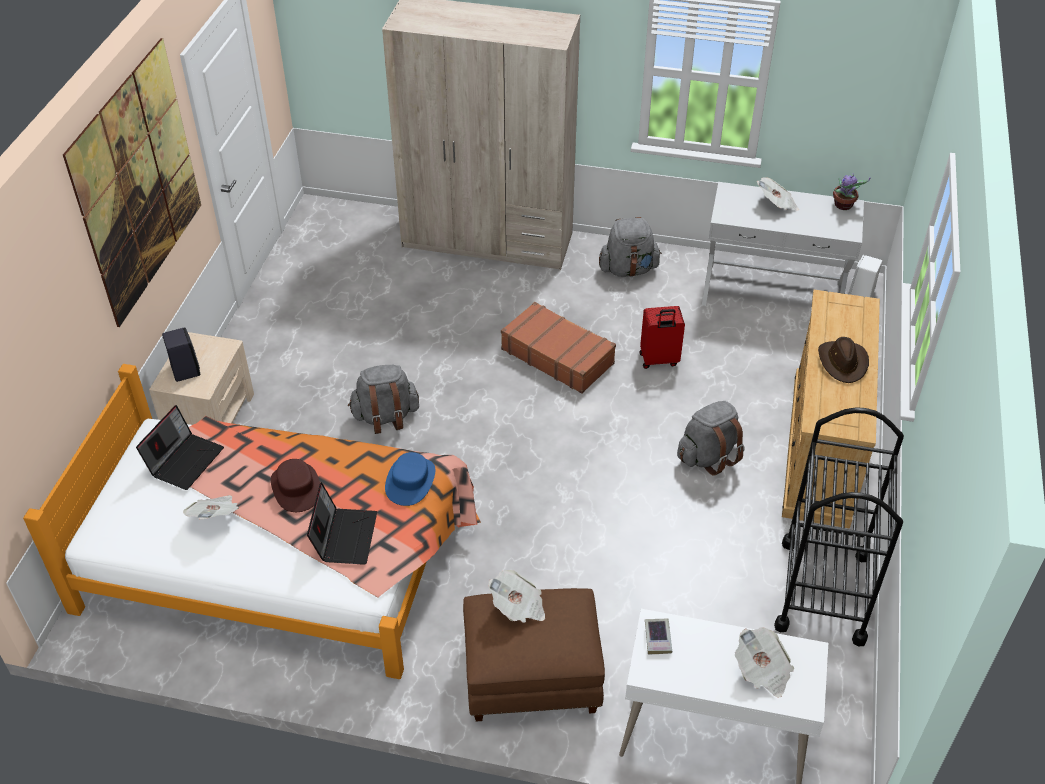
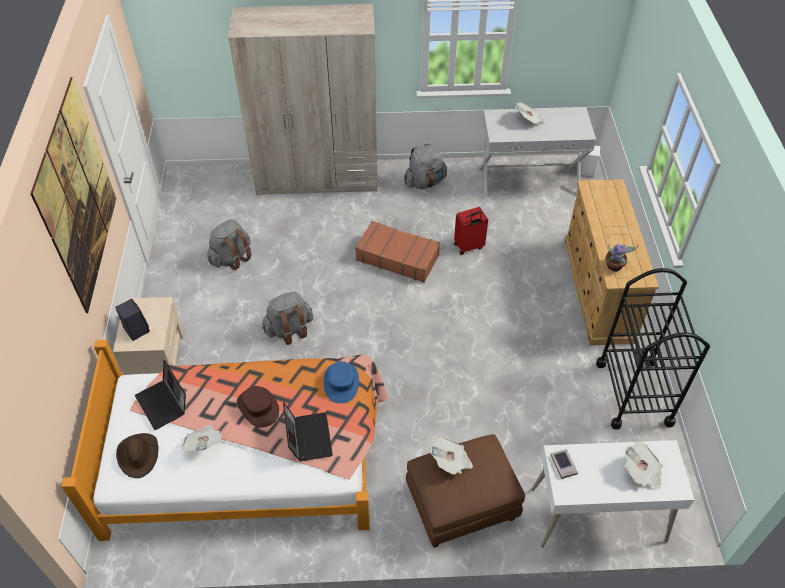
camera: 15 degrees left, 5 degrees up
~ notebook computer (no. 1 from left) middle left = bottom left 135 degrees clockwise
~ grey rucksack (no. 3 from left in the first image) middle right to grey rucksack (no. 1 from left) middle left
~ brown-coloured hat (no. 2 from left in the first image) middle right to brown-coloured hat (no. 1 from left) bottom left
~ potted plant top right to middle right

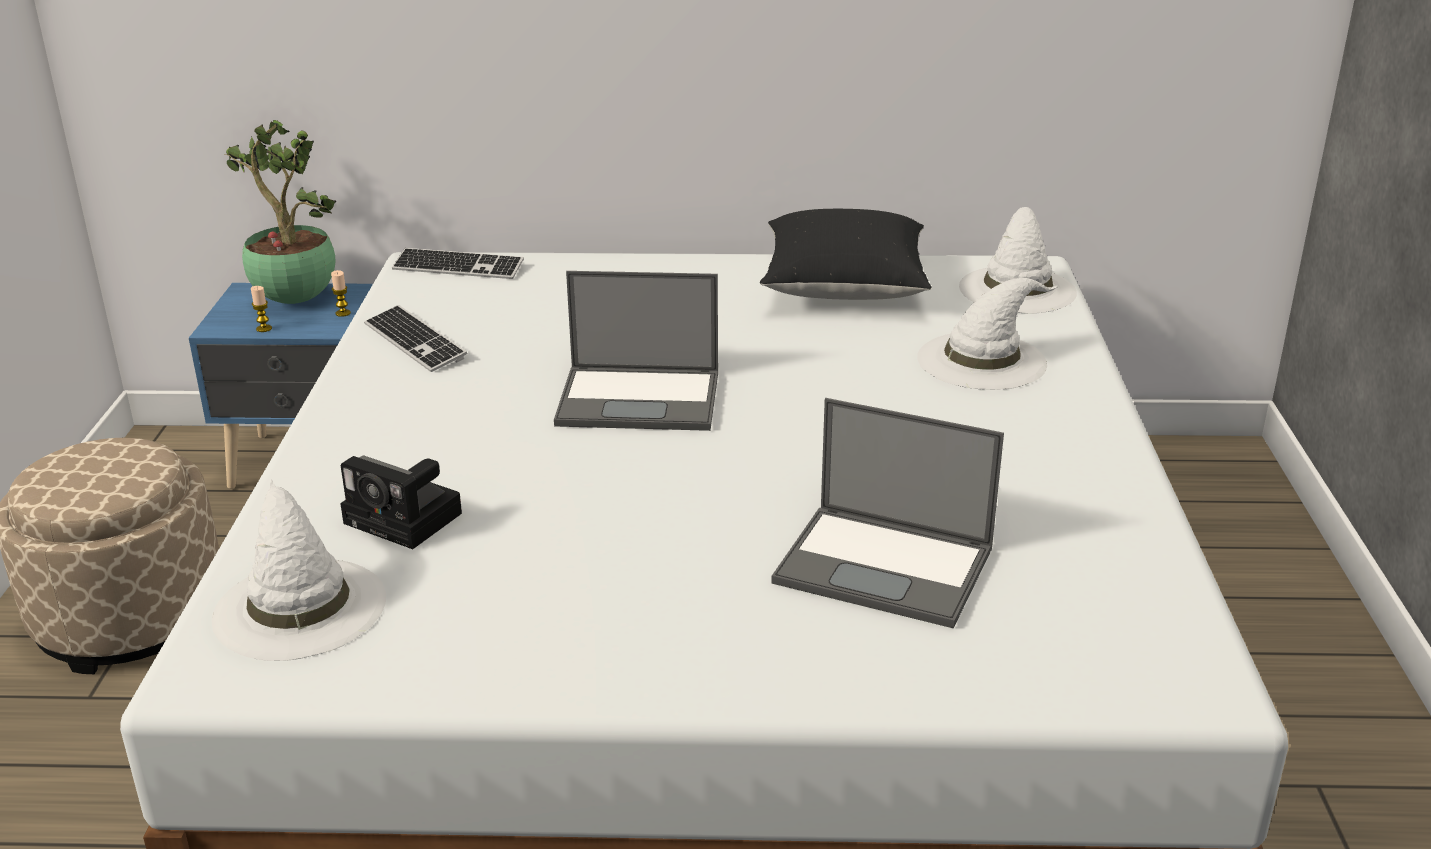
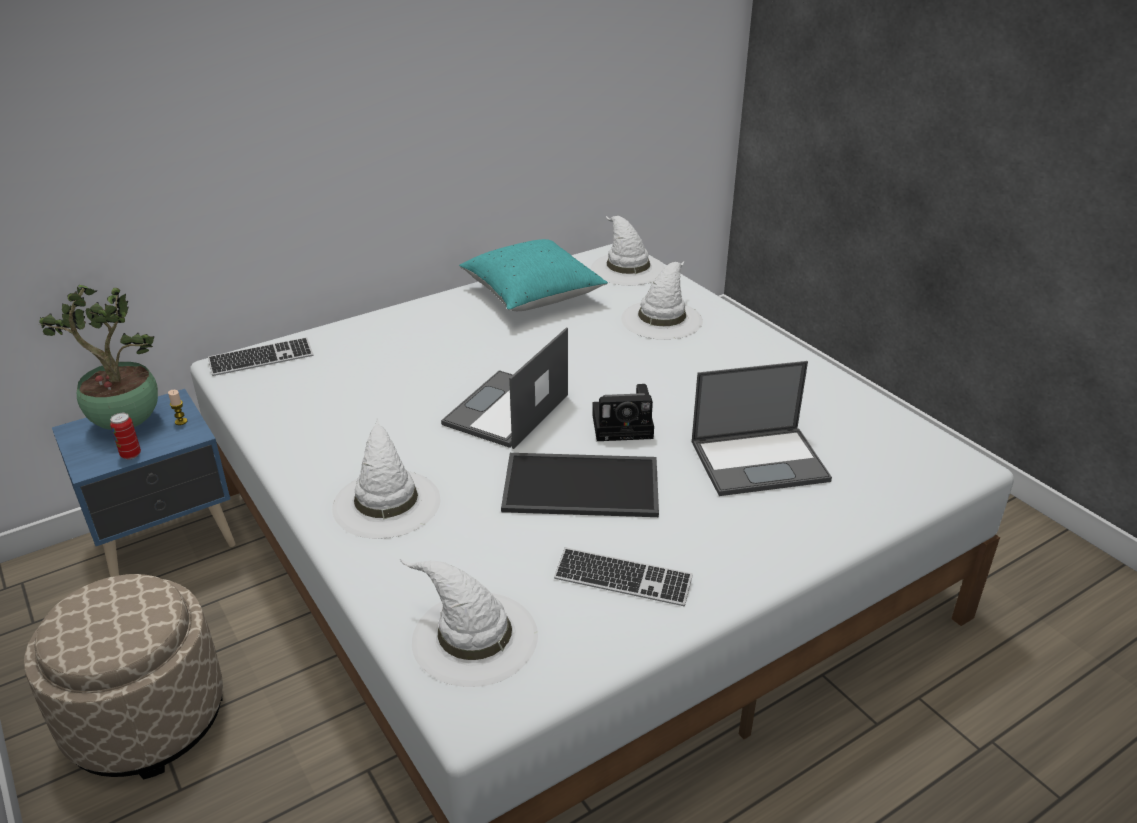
camera: 35 degrees left, 5 degrees up
~ wax candle (no. 1 from left) middle left to metal can middle left
~ still camera middle left to centre
~ PC keyboard (no. 1 from left in the first image) middle left to PC keyboard (no. 2 from left) bottom centre
~ notebook computer (no. 1 from left) centre = centre 150 degrees clockwise
~ black pillow top centre to blue-green pillow centre
+ white hat (no. 1 from left) centre
+ tray centre

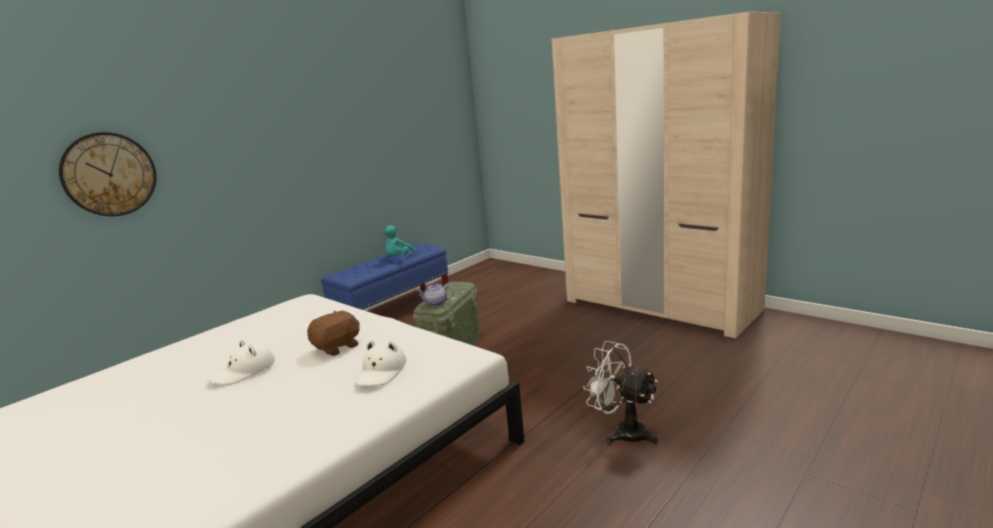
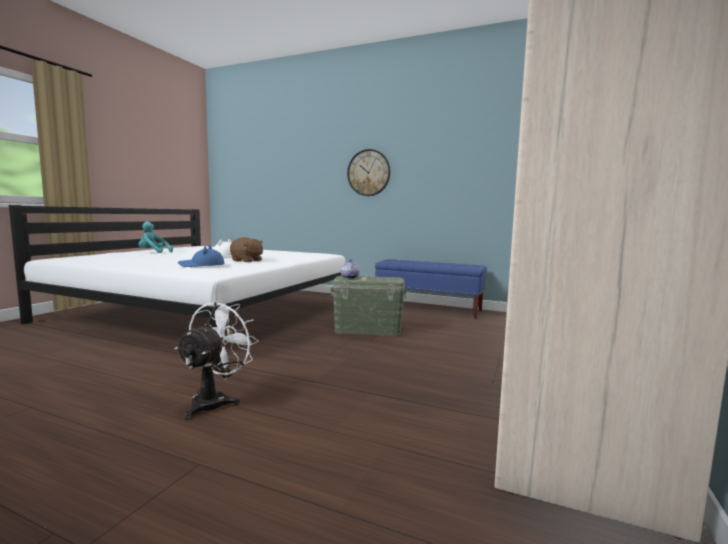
camera: 70 degrees right, 10 degrees down
~ hanging clock top left to top centre
~ white hat (no. 2 from left) bottom centre to blue-coloured hat middle left
~ blue-green plush toy centre to middle left

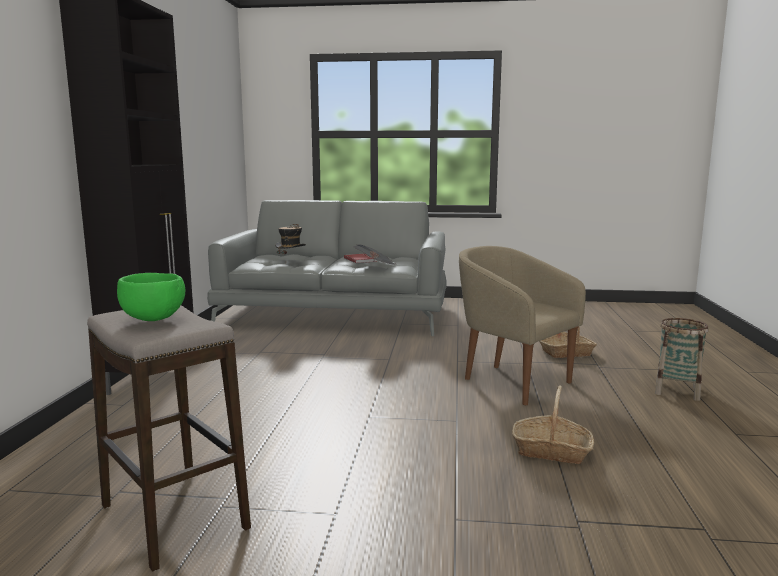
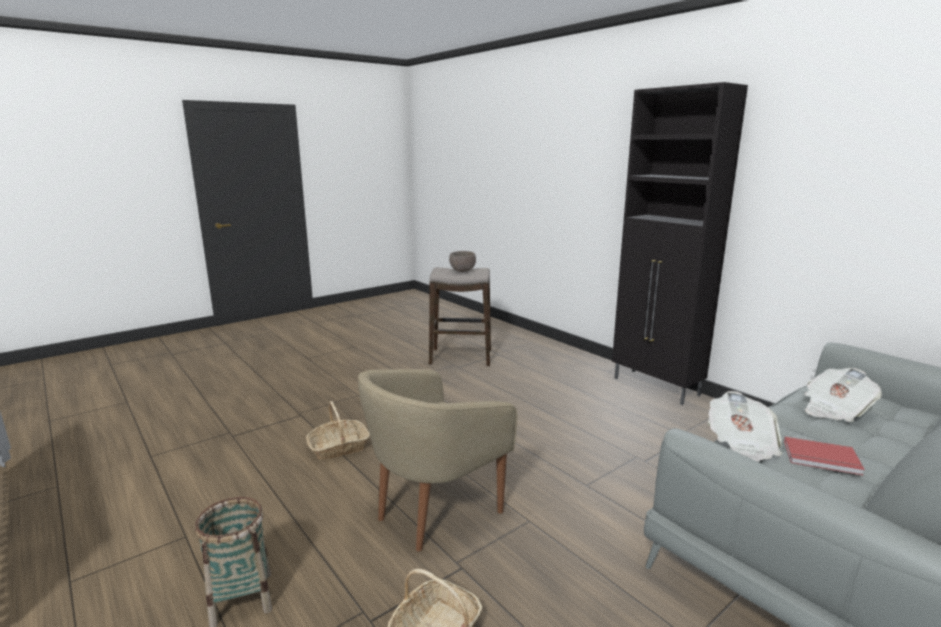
camera: 135 degrees right, 5 degrees up
~ greenish deep dish middle left to brown-coloured deep dish centre
~ hat centre to printed paper (no. 2 from left) middle right
~ beige easy chair middle right = bottom centre 135 degrees clockwise

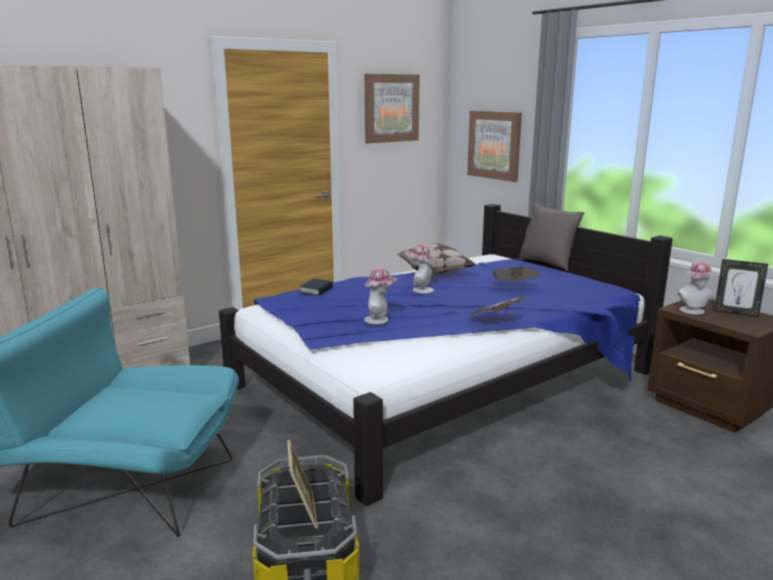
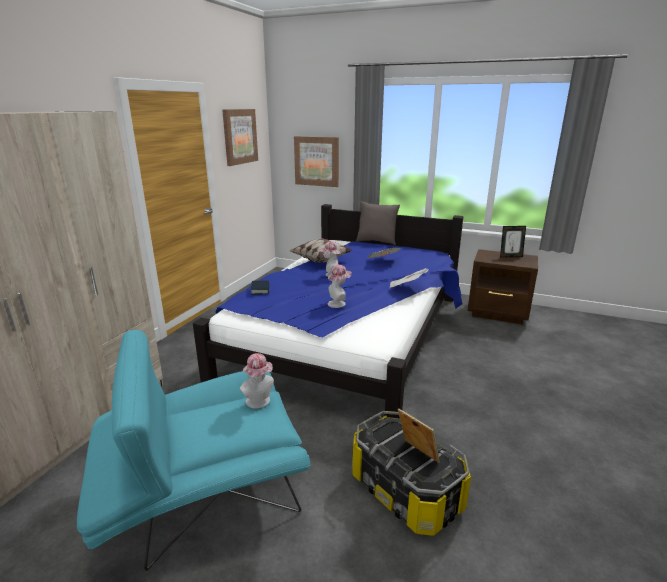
camera: 30 degrees left, 5 degrees up
~ hat (no. 3 from left in the first image) middle right to hat (no. 1 from left) centre

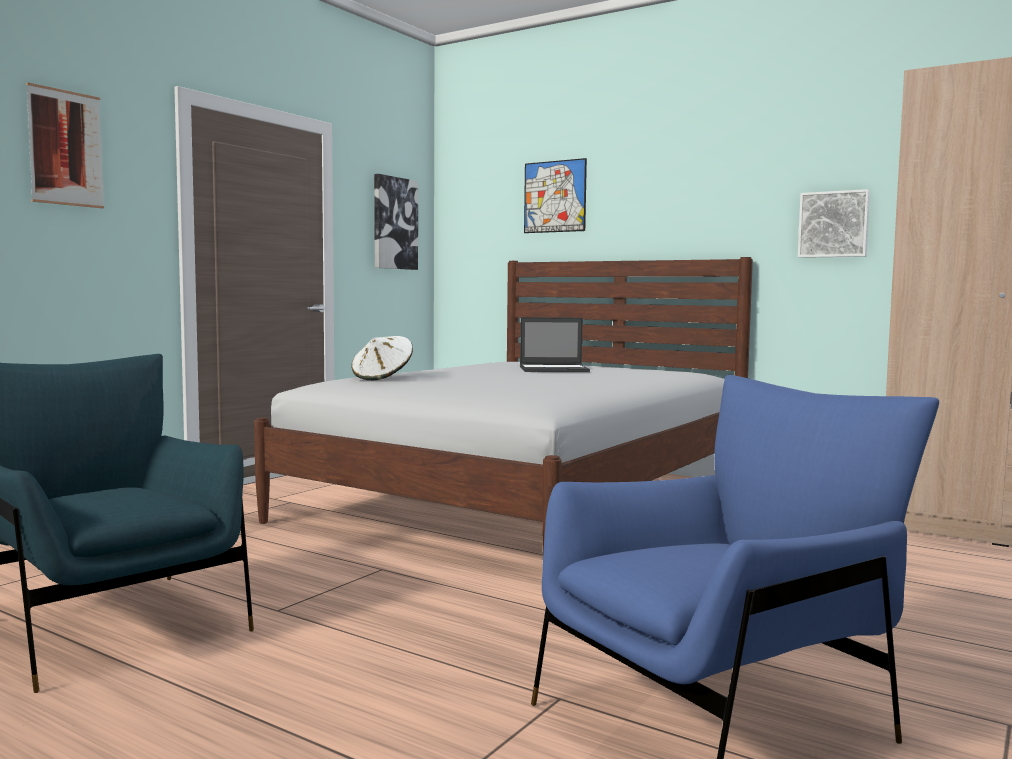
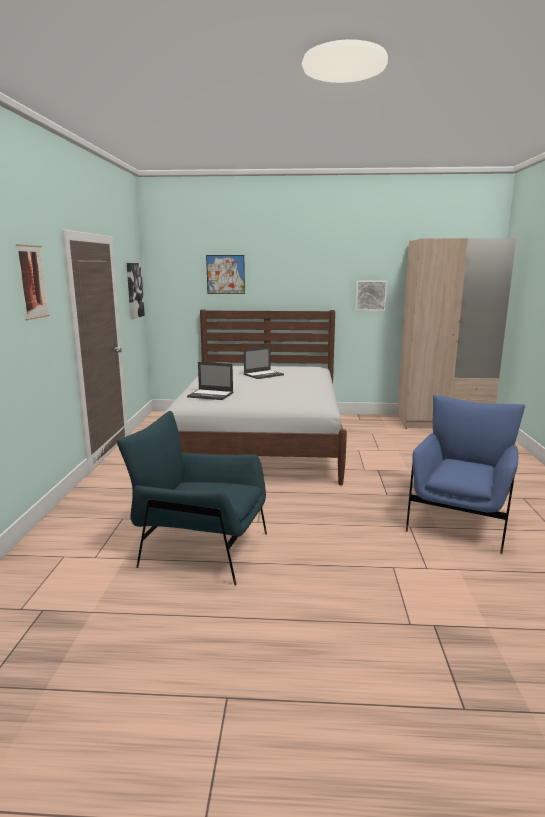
camera: 30 degrees left, 10 degrees up
~ white hat centre to notebook computer (no. 1 from left) centre

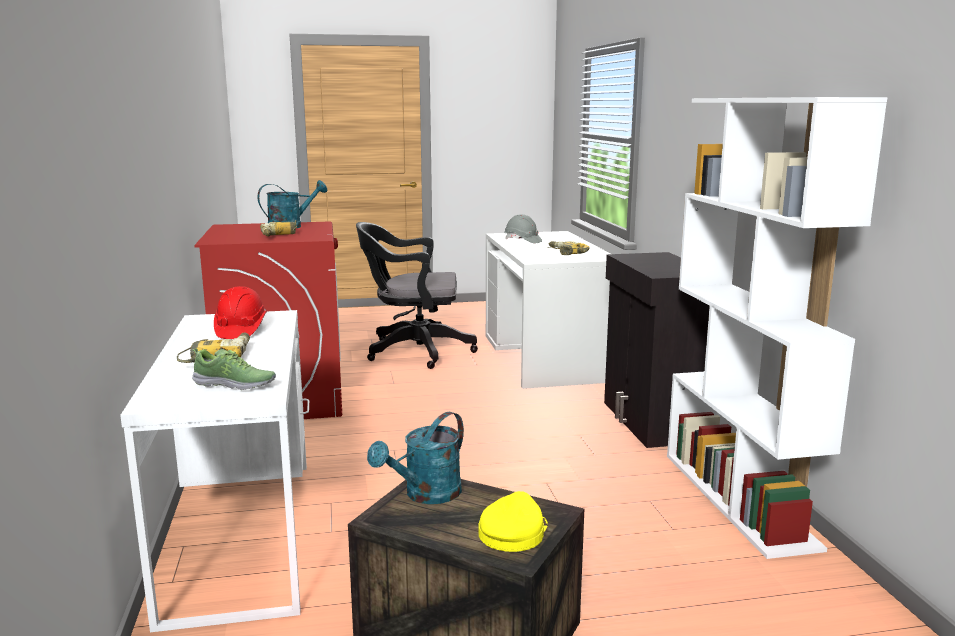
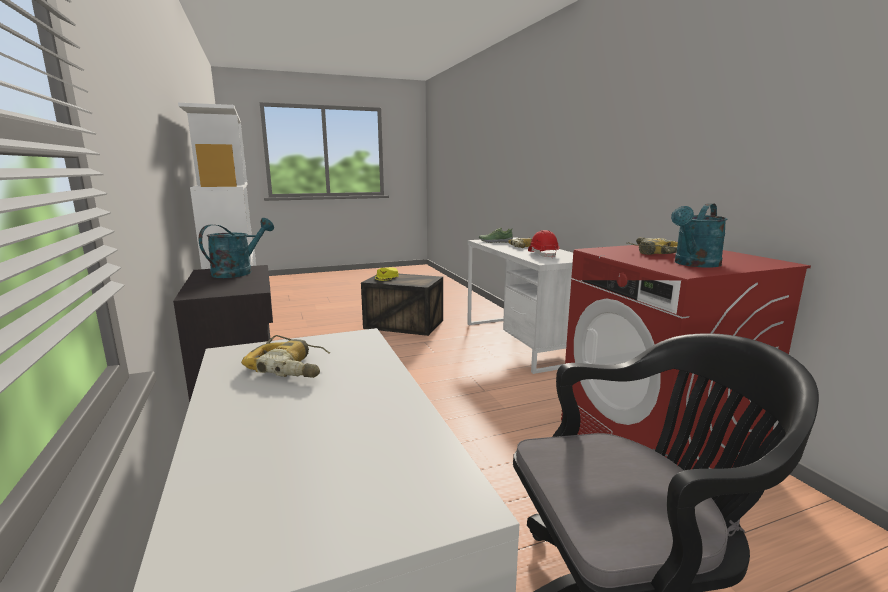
camera: 170 degrees right, 0 degrees up
~ blue-green sprinkling can (no. 2 from left in the first image) bottom centre to blue-green sprinkling can (no. 1 from left) middle left
- grey safety helmet centre

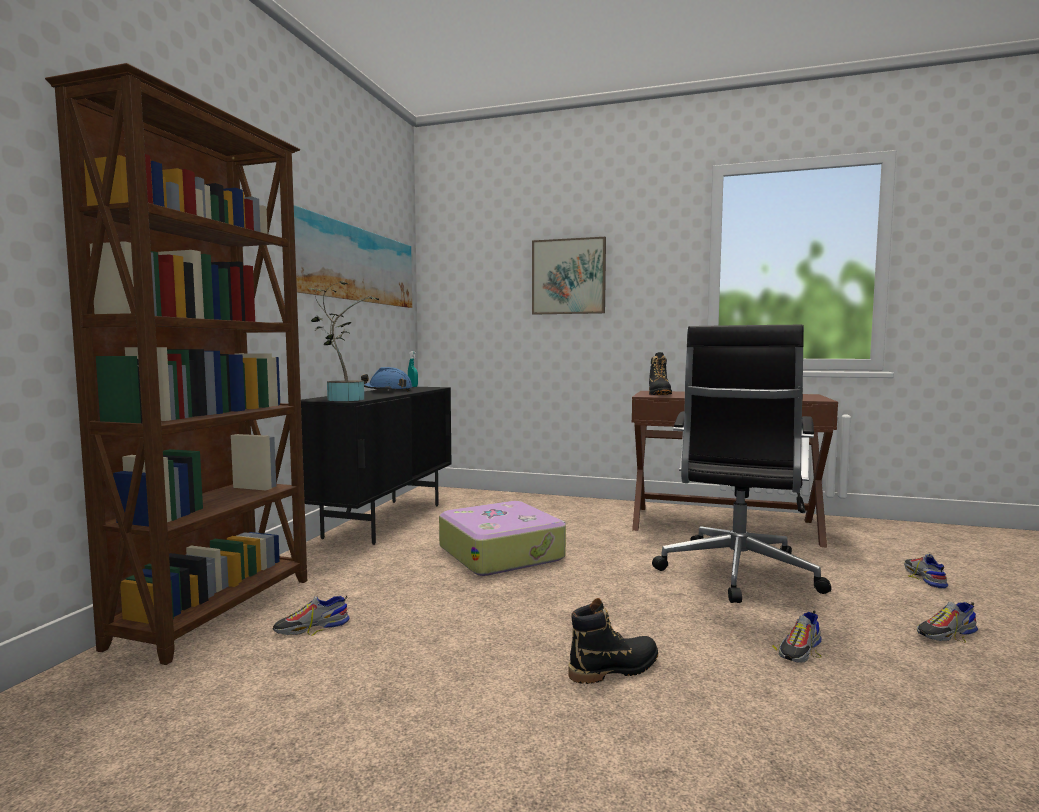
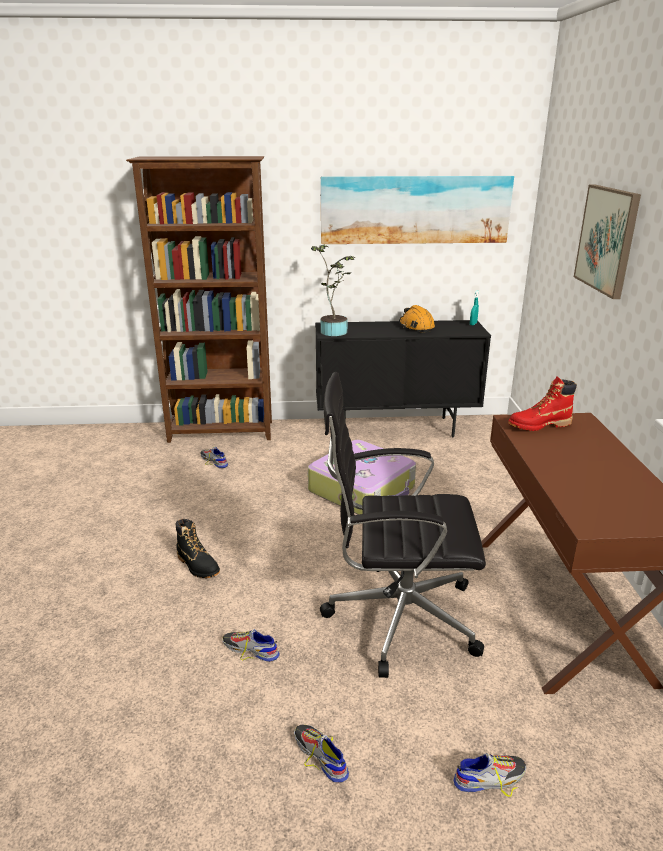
camera: 70 degrees right, 20 degrees up
~ blue-coloured safety helmet centre to orange safety helmet centre
~ black tall boot (no. 2 from left) centre to reddish tall boot middle right

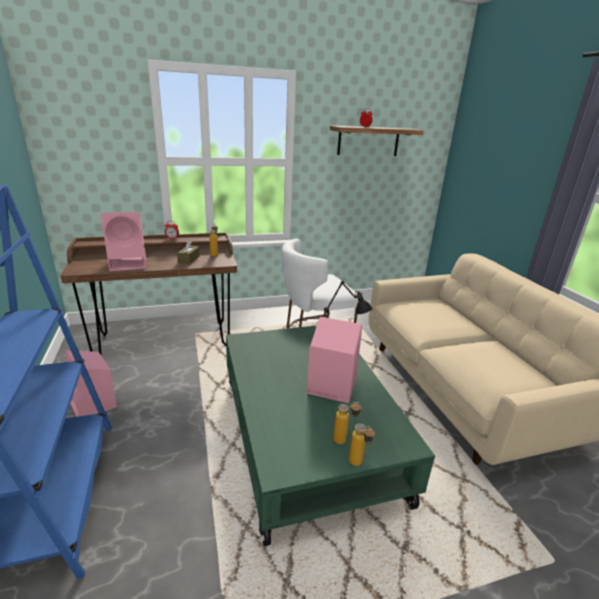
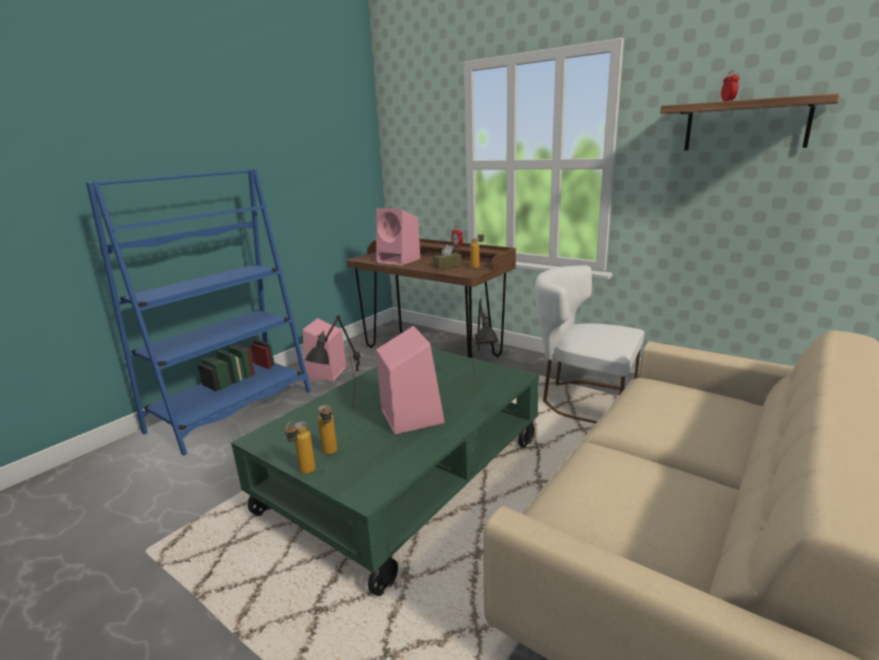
camera: 55 degrees right, 5 degrees down
+ black table lamp (no. 1 from left) centre

